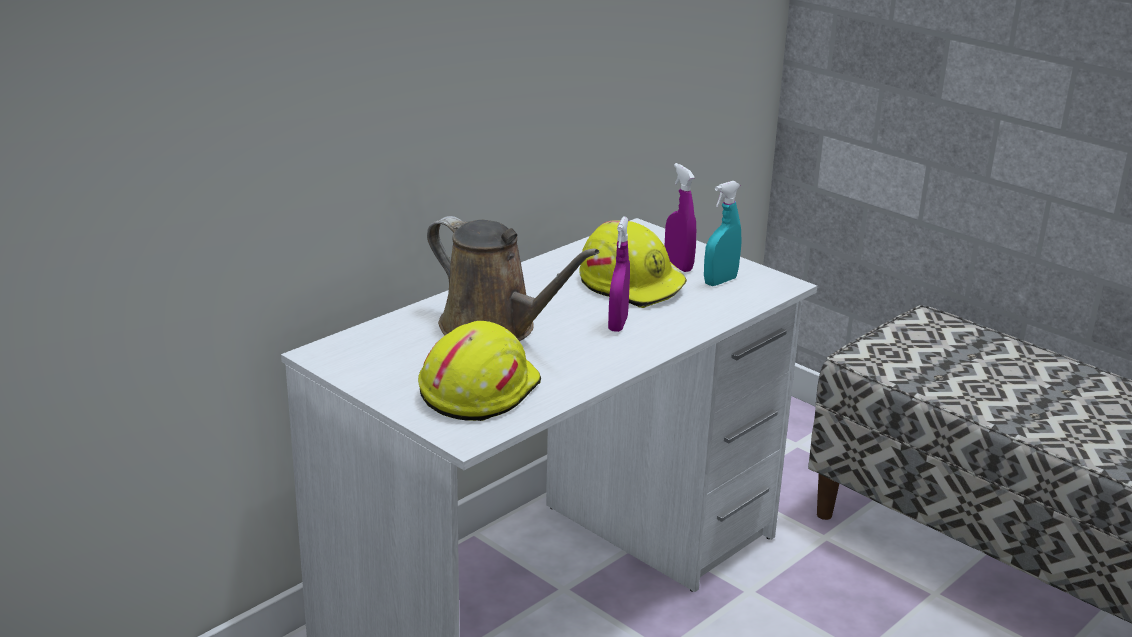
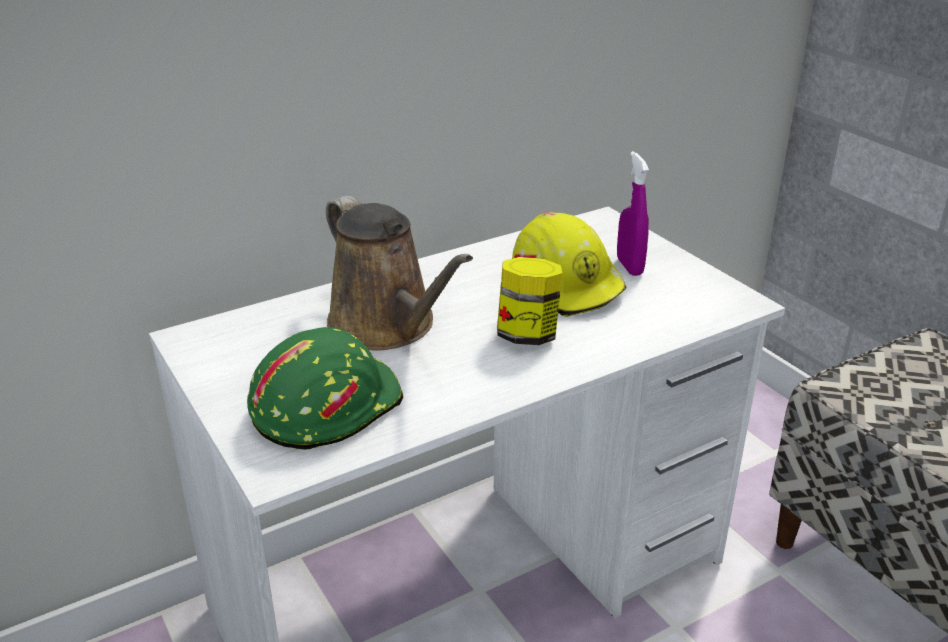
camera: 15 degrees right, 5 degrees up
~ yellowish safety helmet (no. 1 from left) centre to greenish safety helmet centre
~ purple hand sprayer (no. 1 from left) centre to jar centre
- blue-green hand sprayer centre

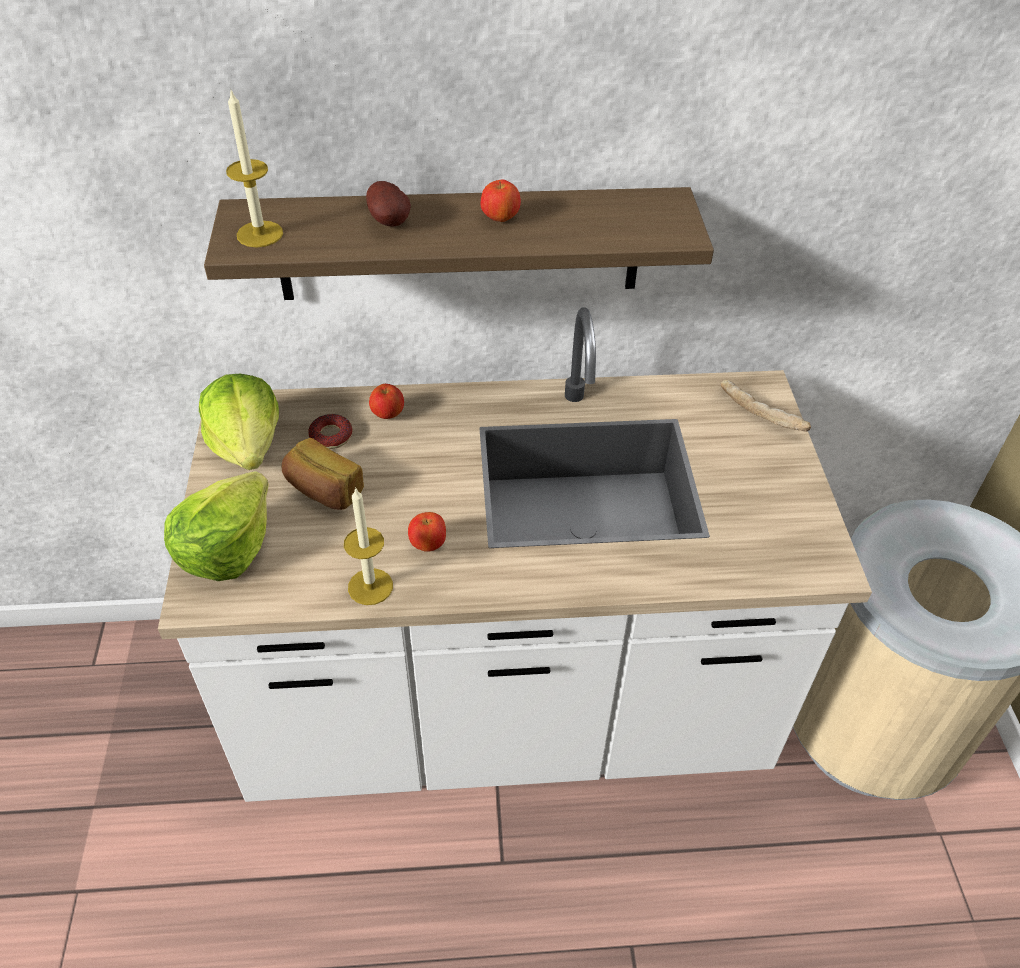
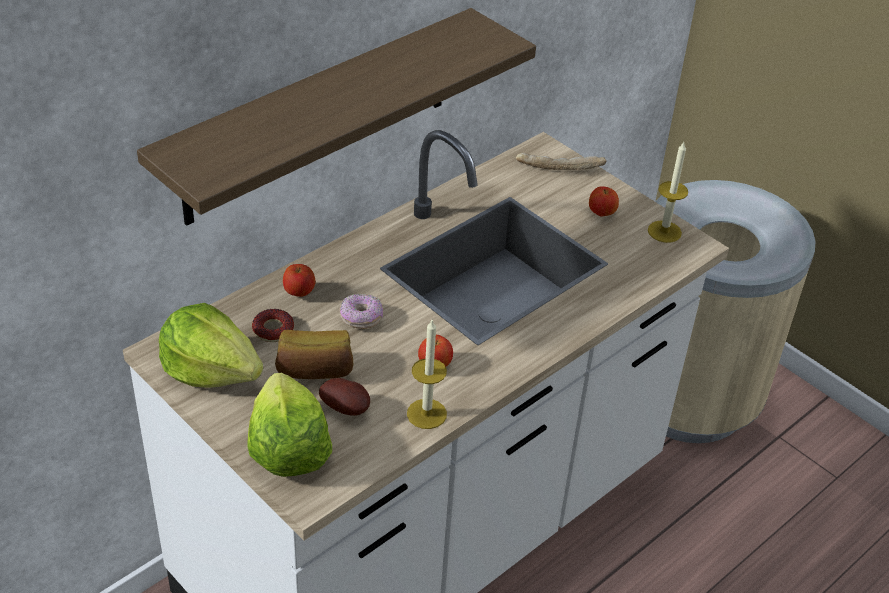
camera: 40 degrees left, 5 degrees down
~ wax candle (no. 1 from left in the first image) top left to wax candle (no. 2 from left) top right
~ spud top centre to bottom centre
~ apple (no. 3 from left) top centre to middle right
+ donut (no. 2 from left) centre

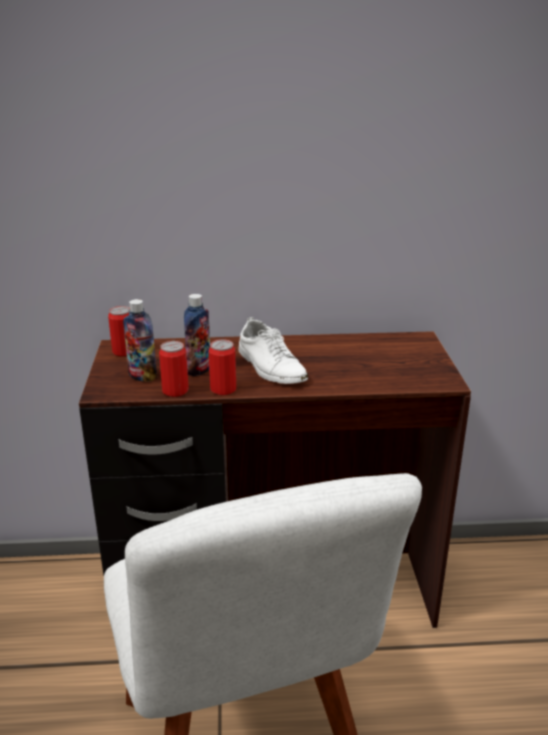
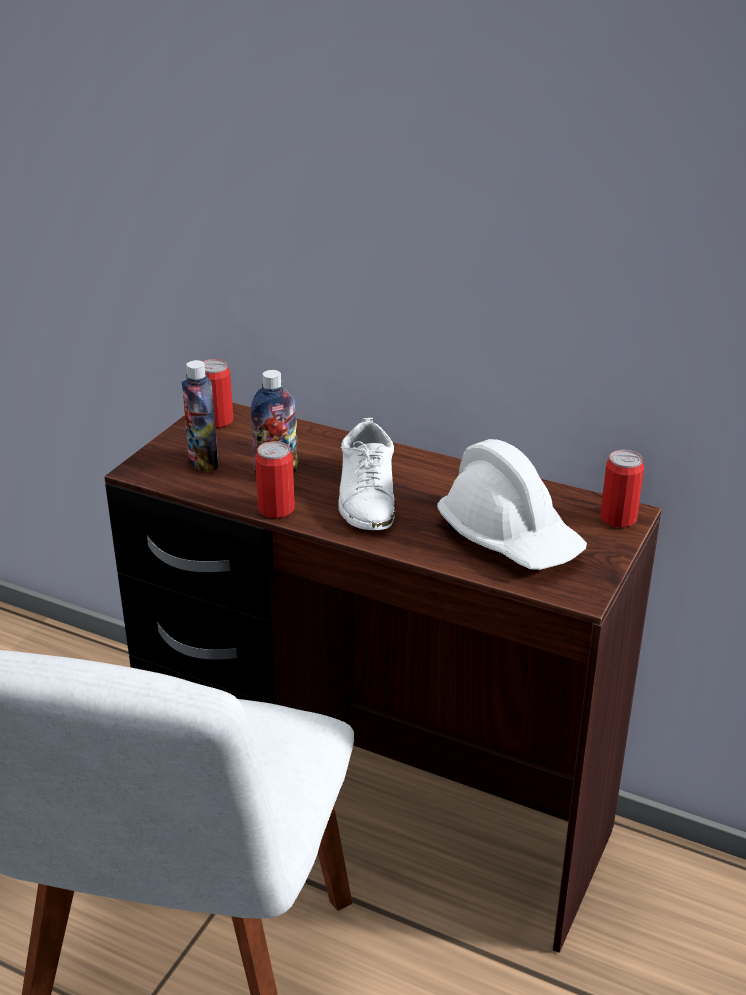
camera: 30 degrees right, 5 degrees up
~ metal can (no. 2 from left in the first image) middle left to metal can (no. 3 from left) middle right
+ white safety helmet middle right

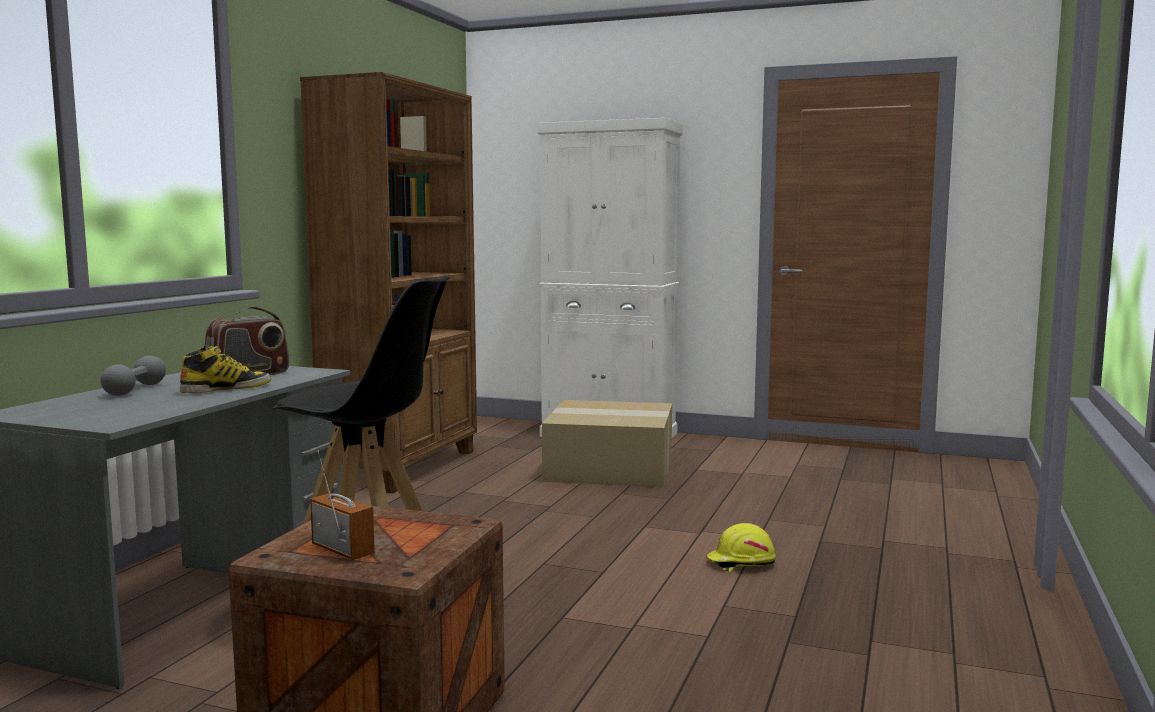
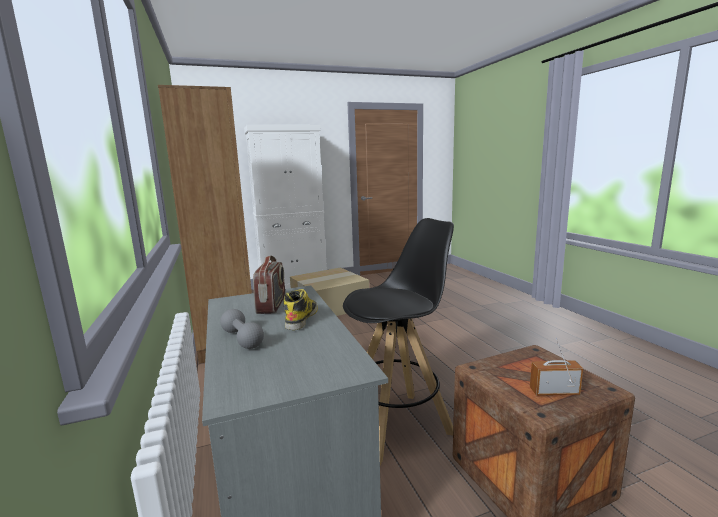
camera: 40 degrees left, 5 degrees up
- yellowish safety helmet bottom centre

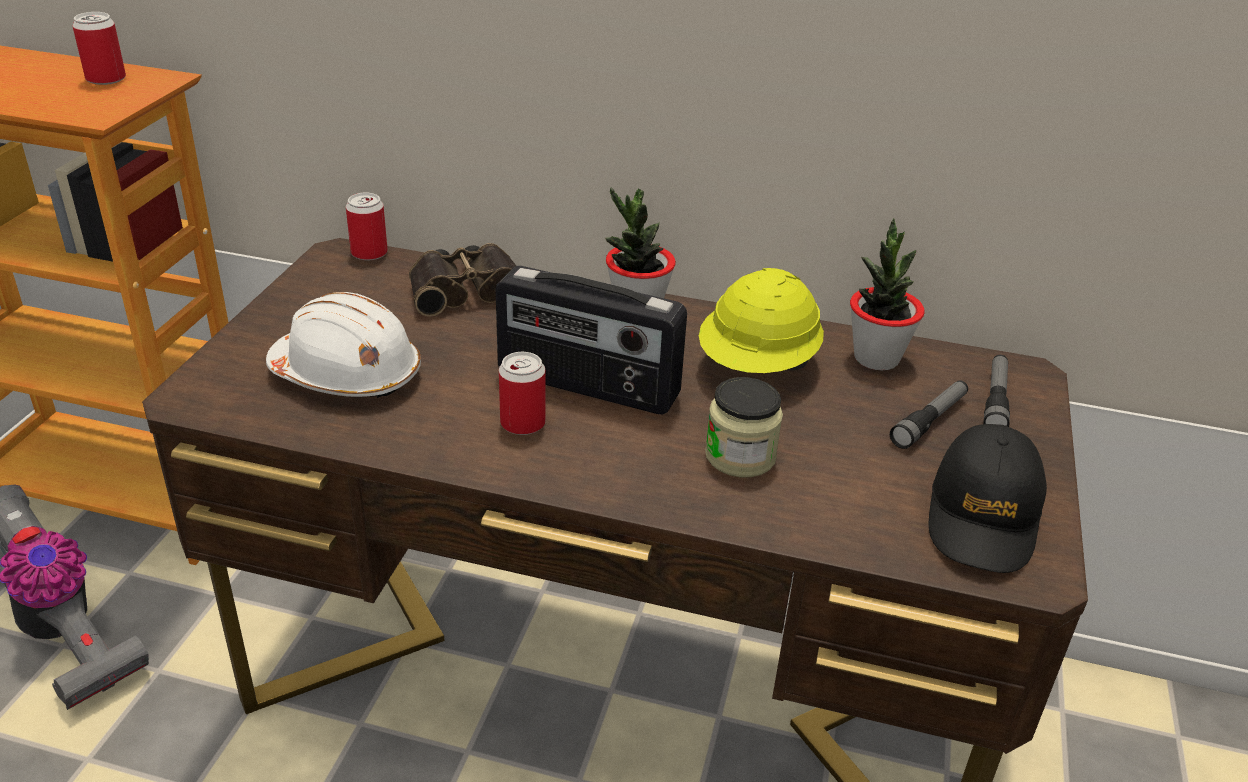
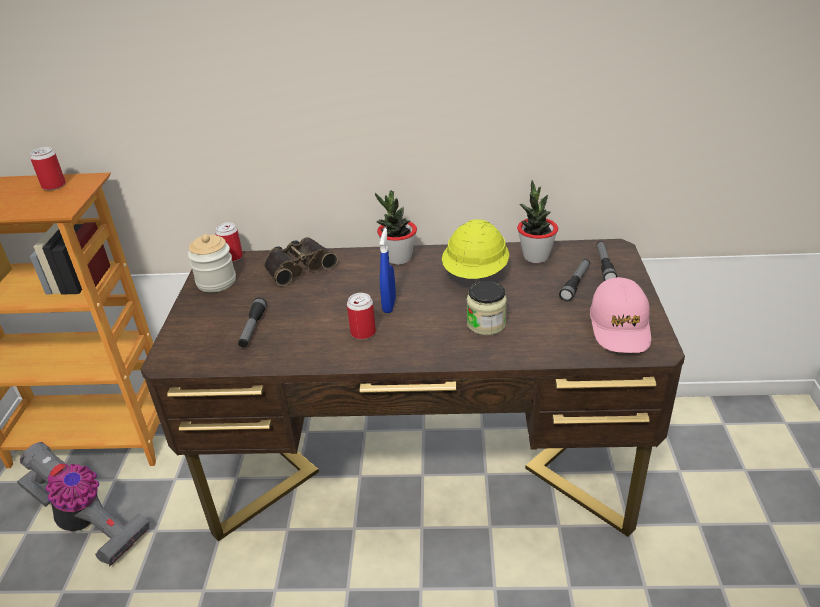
camera: 10 degrees left, 0 degrees up
~ white safety helmet middle left to torch (no. 1 from left) middle left
~ radio receiver centre to blue-coloured hand sprayer centre
~ black baseball cap middle right to pink baseball cap middle right
+ jar (no. 1 from left) middle left

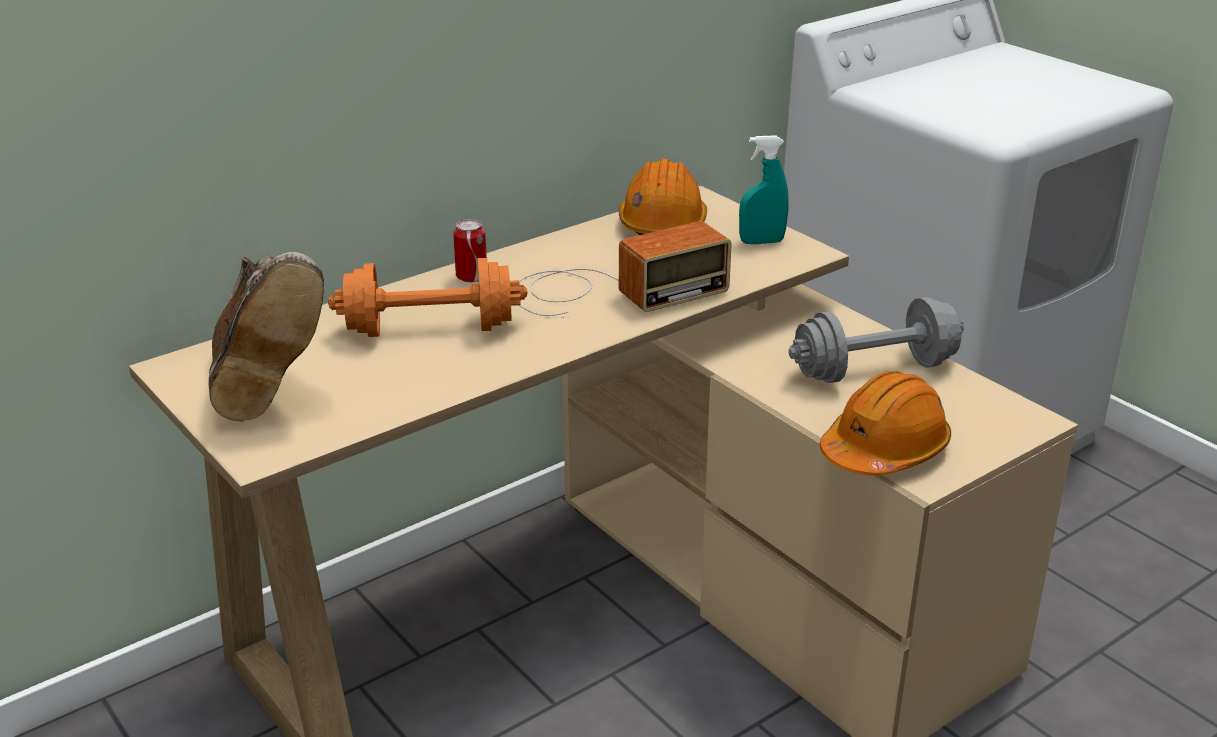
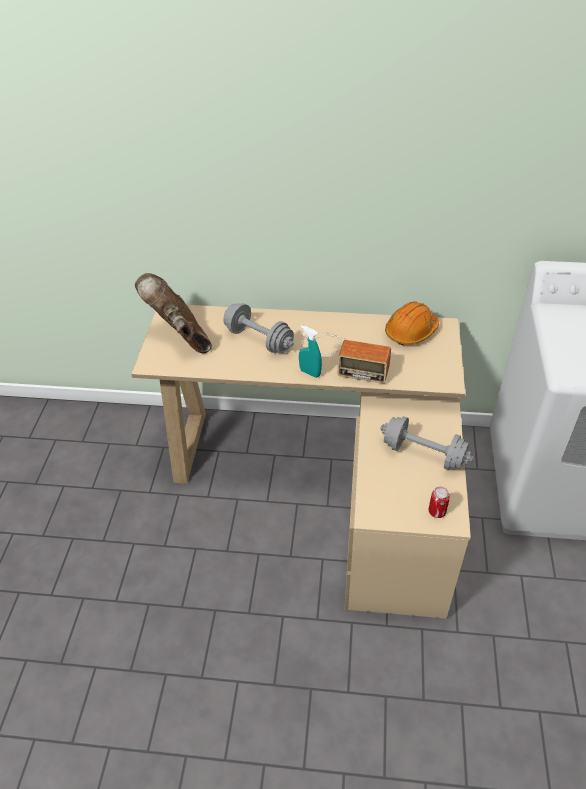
camera: 45 degrees right, 15 degrees up
~ brown-coloured tall boot middle left = middle left 120 degrees clockwise
~ orange hand weight centre to grey hand weight (no. 1 from left) centre
~ metal can centre to middle right
~ blue-green hand sprayer top centre to centre
- orange safety helmet (no. 2 from left) middle right

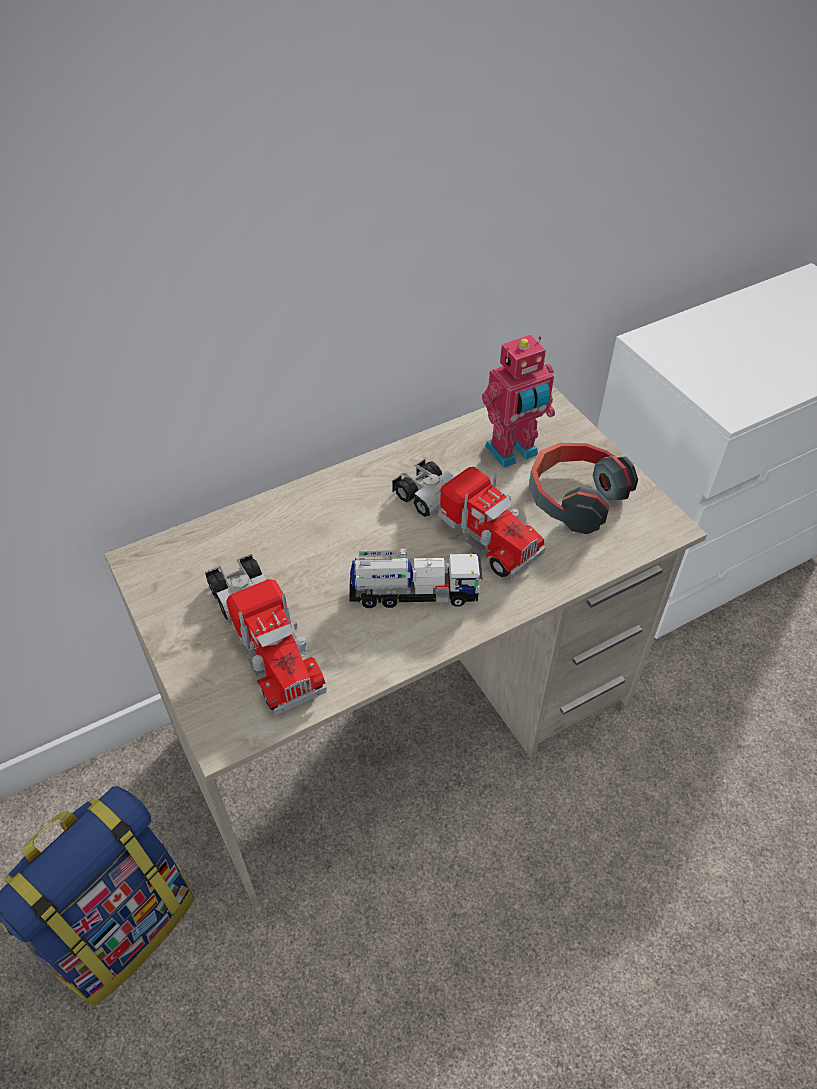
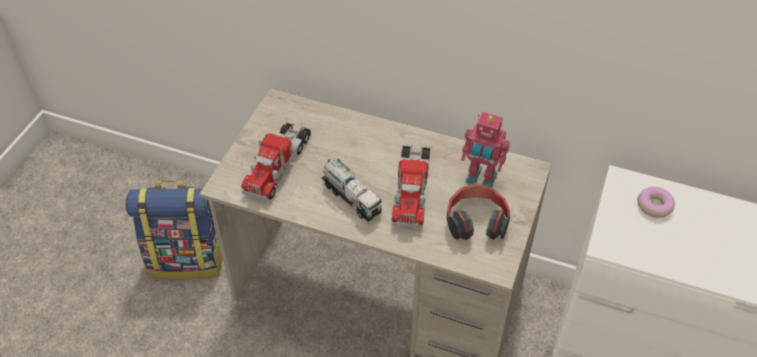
camera: 50 degrees right, 0 degrees up
+ donut middle right

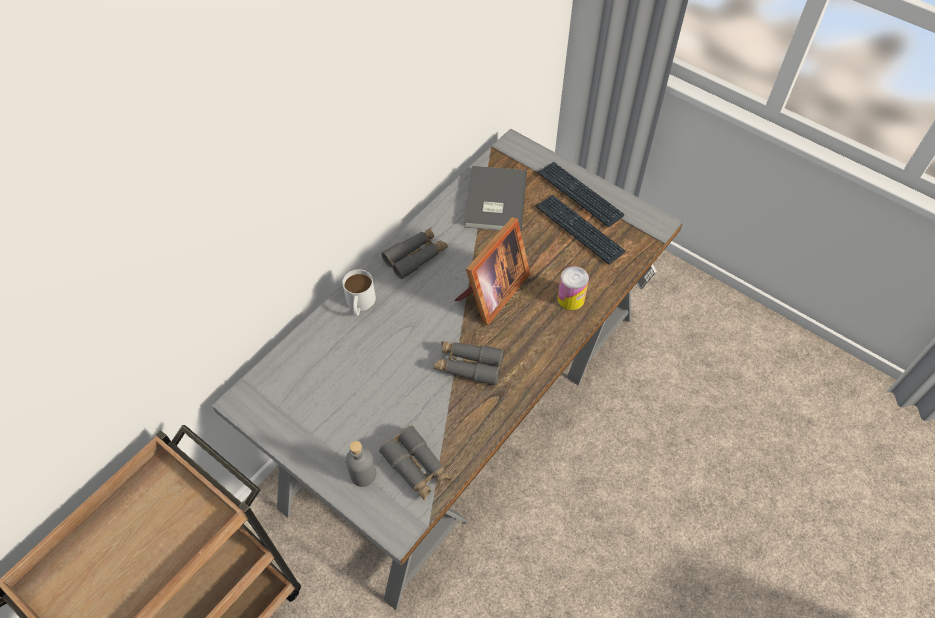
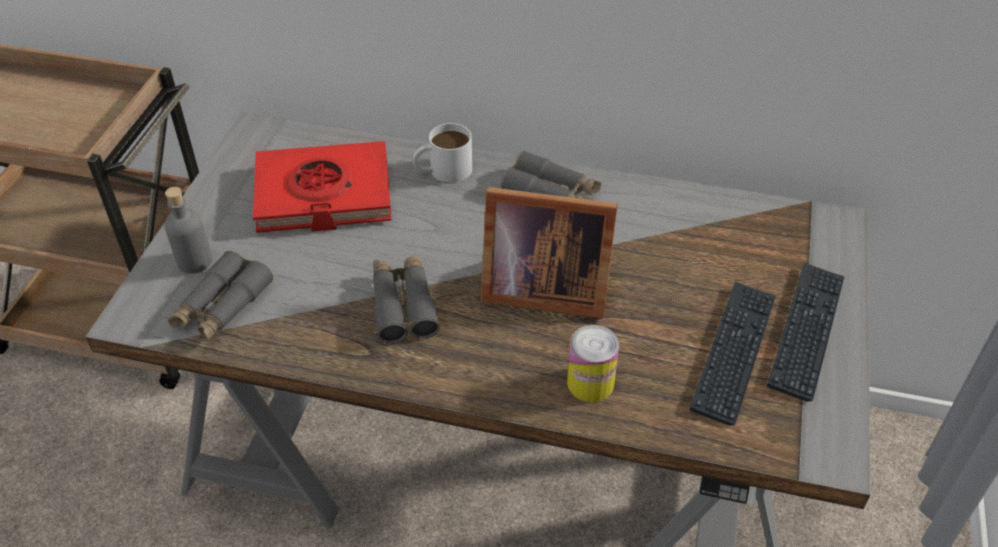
camera: 65 degrees right, 10 degrees down
- grey bound book top centre
+ reddish bound book middle left

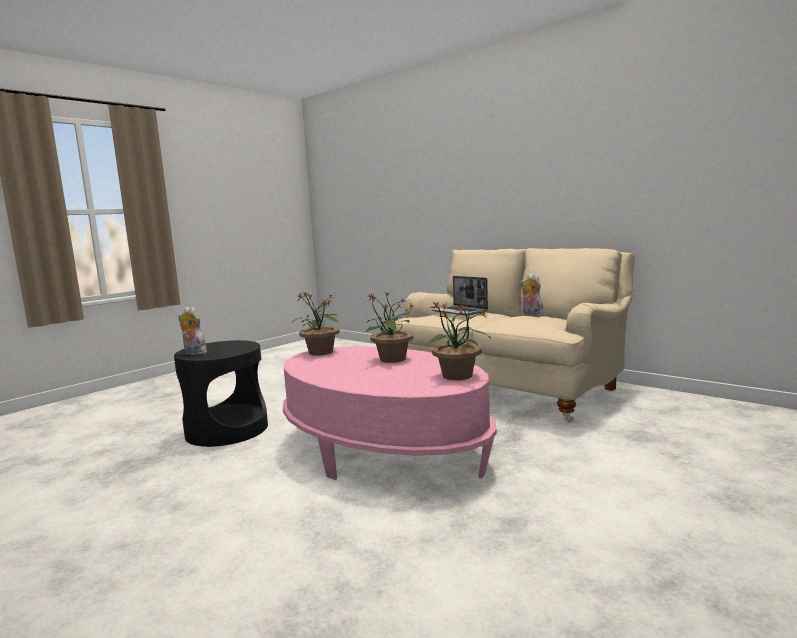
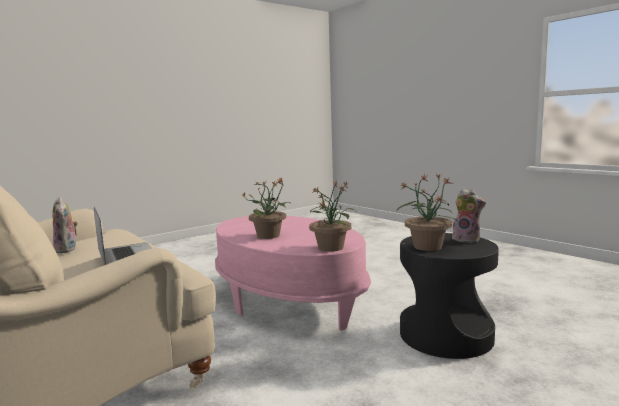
camera: 170 degrees left, 0 degrees up
~ potted plant (no. 3 from left) centre to middle right

